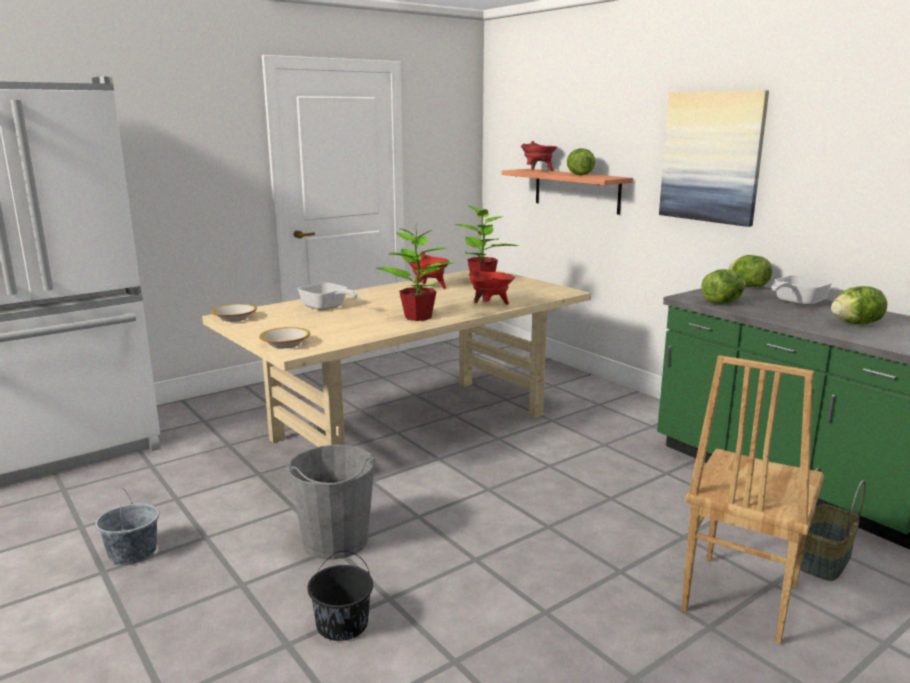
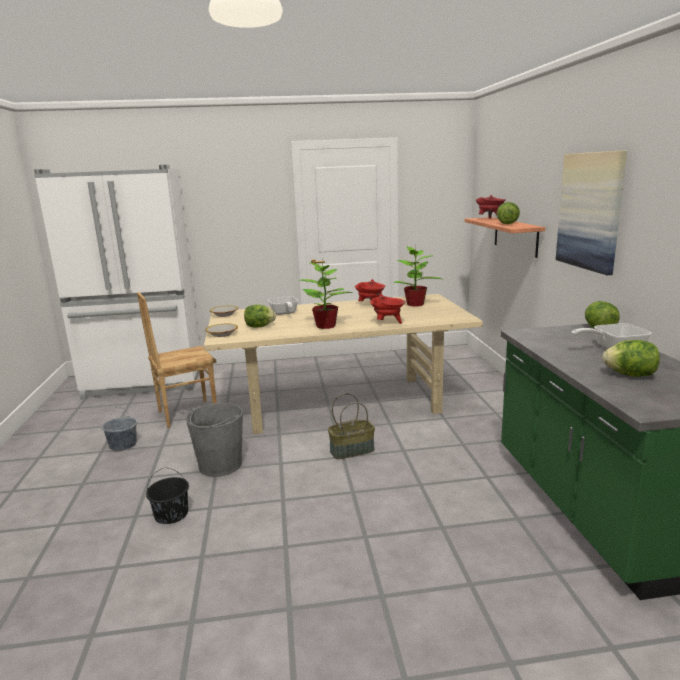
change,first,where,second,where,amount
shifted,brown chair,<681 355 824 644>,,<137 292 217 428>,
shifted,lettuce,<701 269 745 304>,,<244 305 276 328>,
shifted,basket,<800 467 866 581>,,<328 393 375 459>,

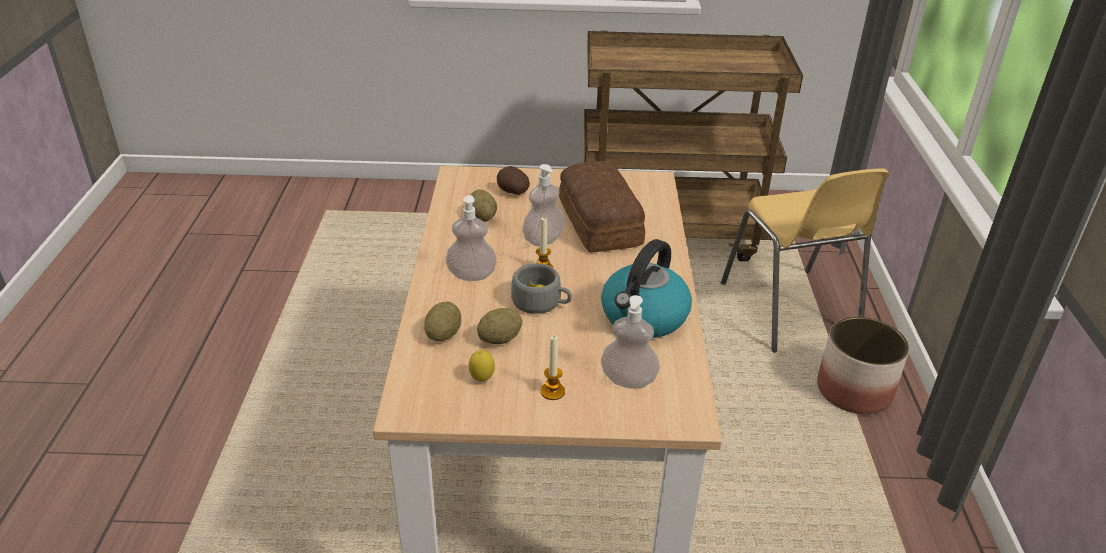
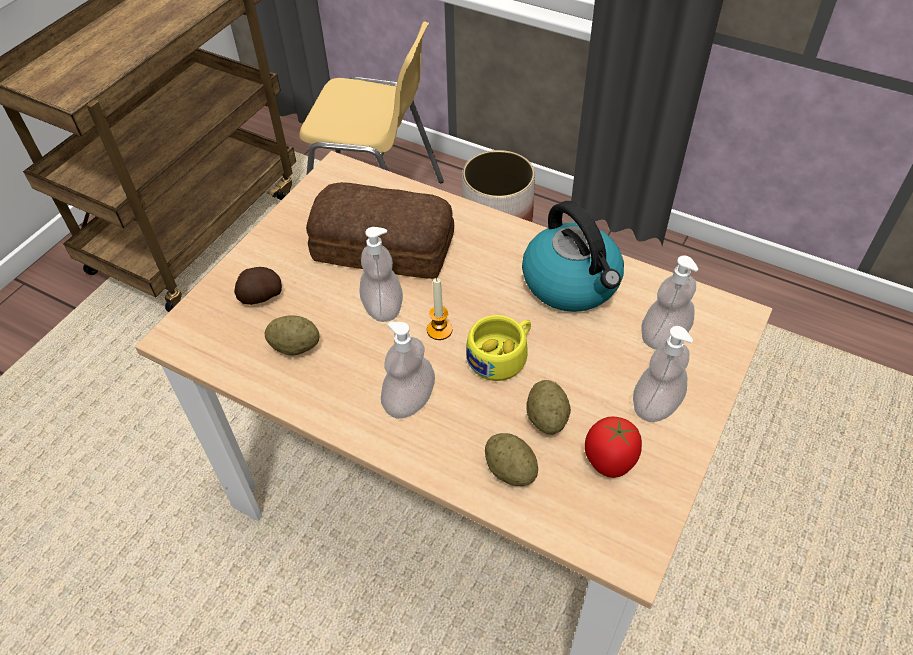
change,first,where,second,where,amount
swapped,lemon,<469 350 495 381>,tomato,<585 416 642 478>,
repainted,grey cup,<511 263 572 314>,yellow cup,<466 315 531 381>,
swapped,candle,<540 335 565 400>,soap dispenser,<633 326 693 422>,

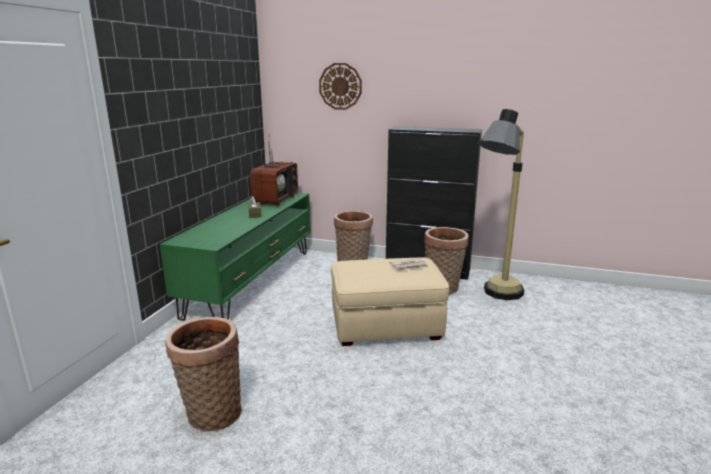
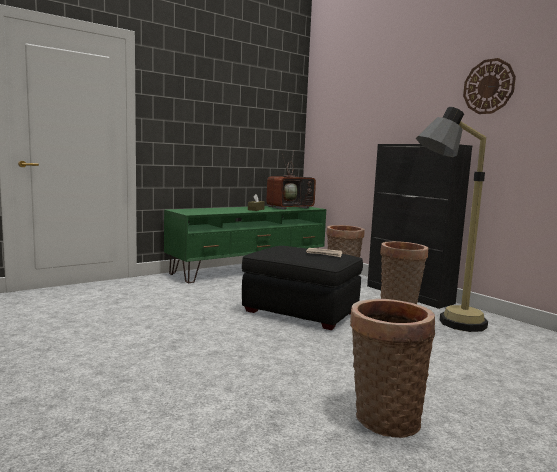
change,first,where,second,where,amount
shifted,basket,<165 317 242 431>,,<350 299 435 438>,
shifted,wall clock,<319 63 362 110>,,<463 58 516 114>,
repainted,beige ottoman,<331 258 449 346>,black ottoman,<242 246 363 330>,

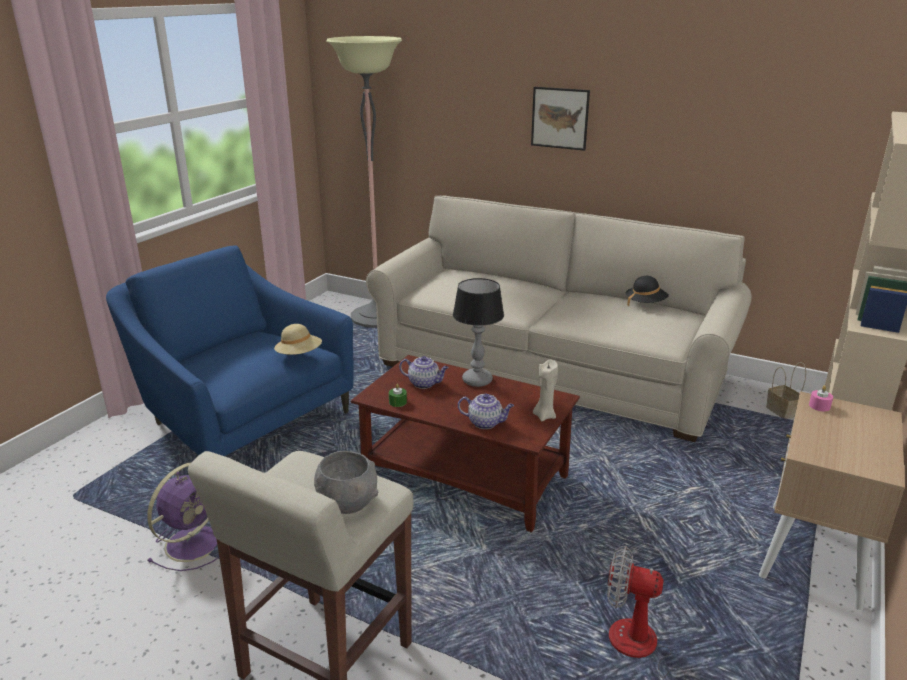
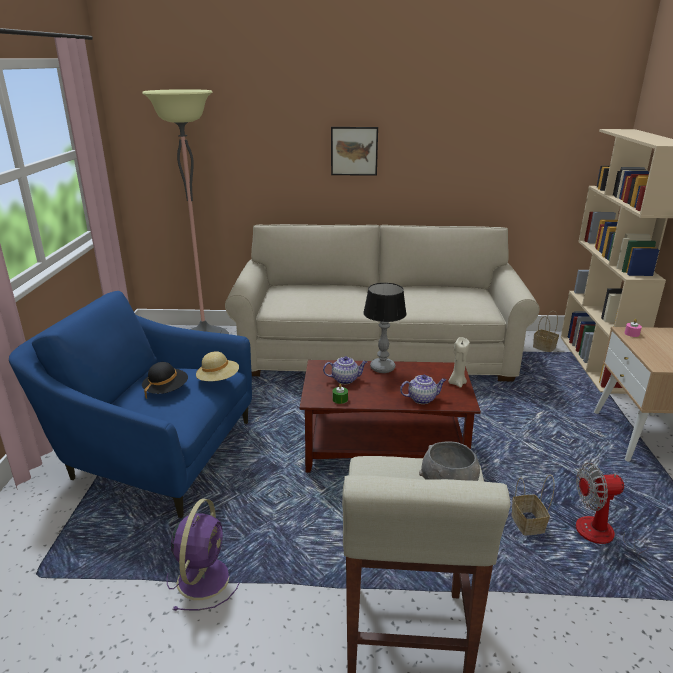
change,first,where,second,where,amount
shifted,black hat,<626 276 669 307>,,<142 362 188 399>,
new,,,basket,<511 474 555 535>,

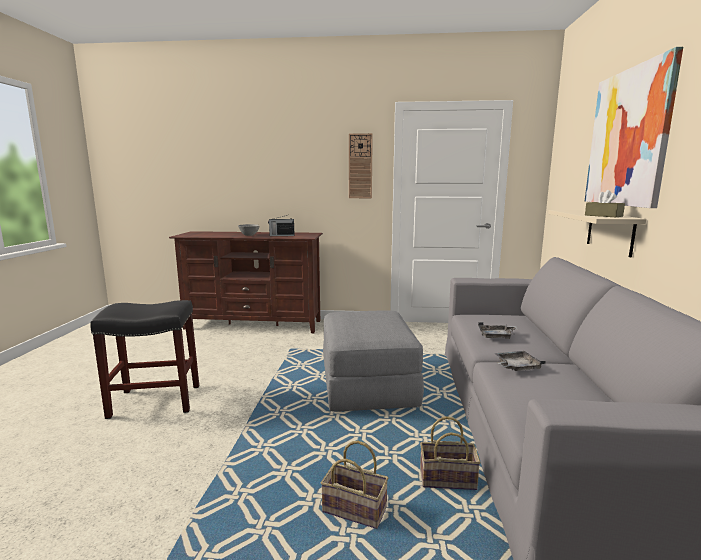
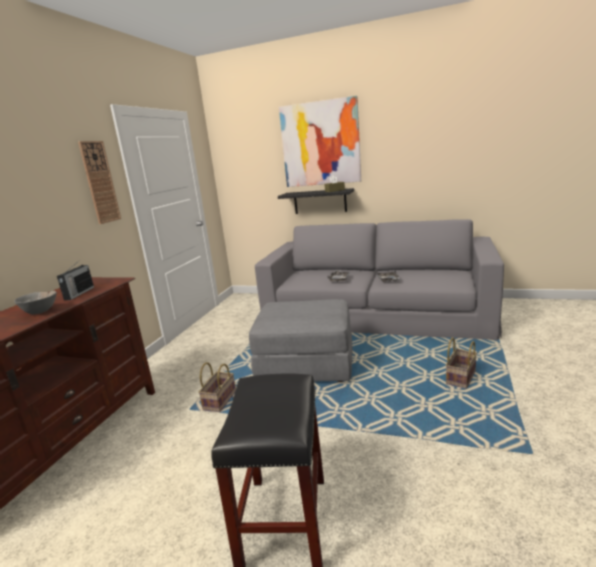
change,first,where,second,where,amount
shifted,basket,<420 416 481 490>,,<198 362 236 412>,
repainted,beige shelf,<548 210 647 258>,black shelf,<278 188 354 214>,

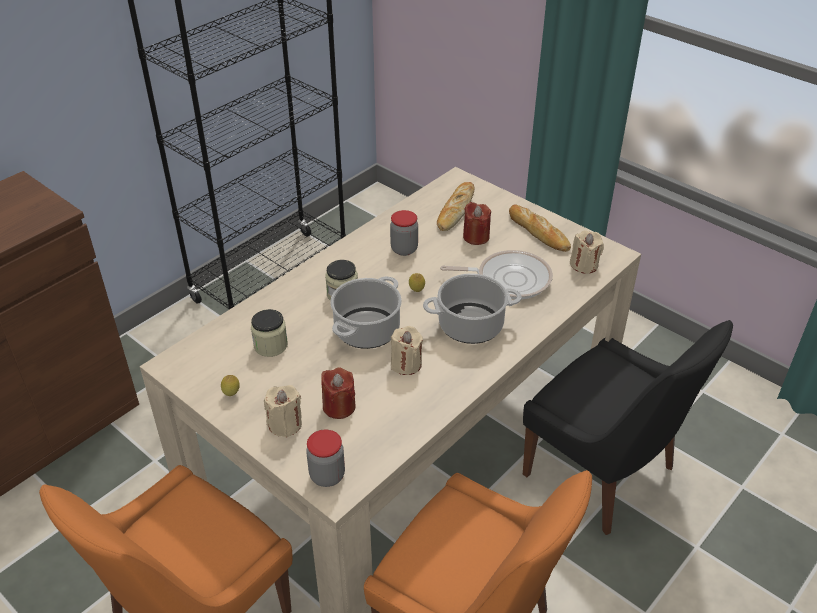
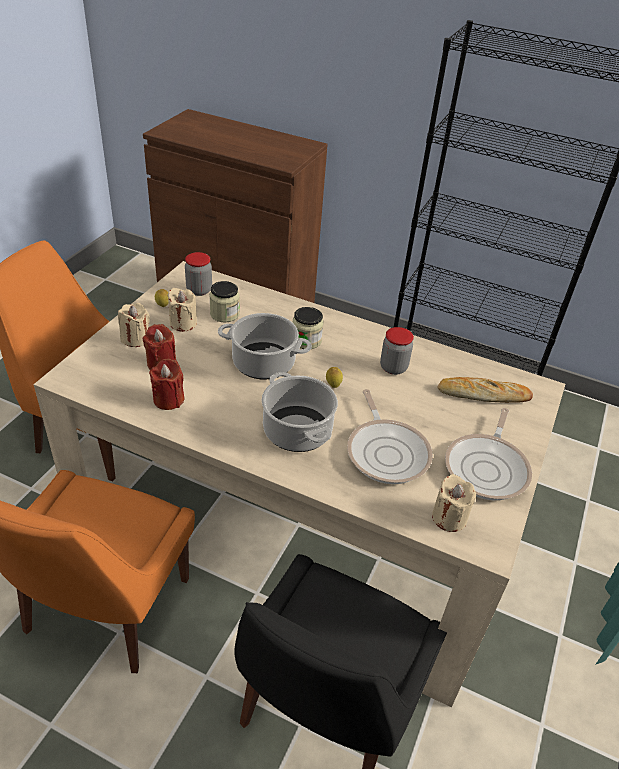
change,first,where,second,where,amount
shifted,jar,<306 429 345 487>,,<185 252 212 296>,
shifted,beige candle,<391 326 423 375>,,<167 288 197 332>,
shifted,red candle,<463 202 491 245>,,<149 359 185 410>,
swapped,bread,<509 204 571 252>,frying pan,<445 408 532 500>,

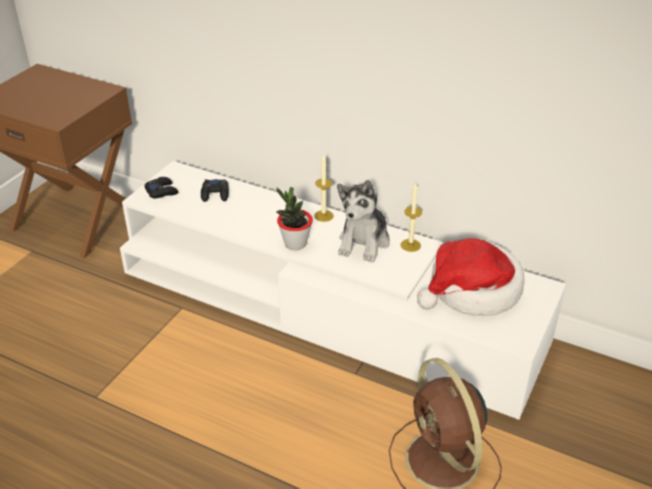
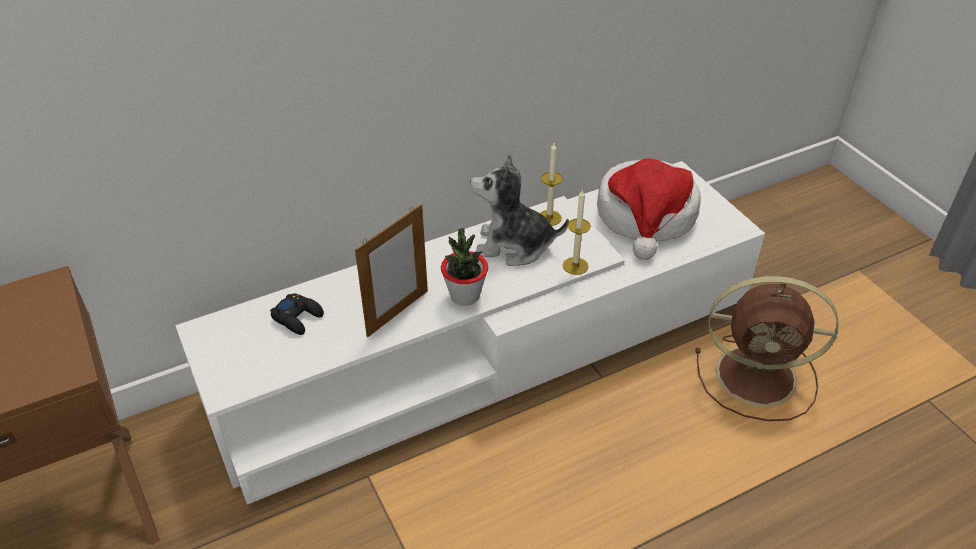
change,first,where,second,where,amount
gone,black game controller,<144 177 179 199>,,,
shifted,candle,<314 155 333 222>,,<563 189 591 275>,
rotated,plush toy,<337 180 390 262>,,<470 154 569 266>,135 degrees clockwise
new,,,picture frame,<355 204 428 337>,

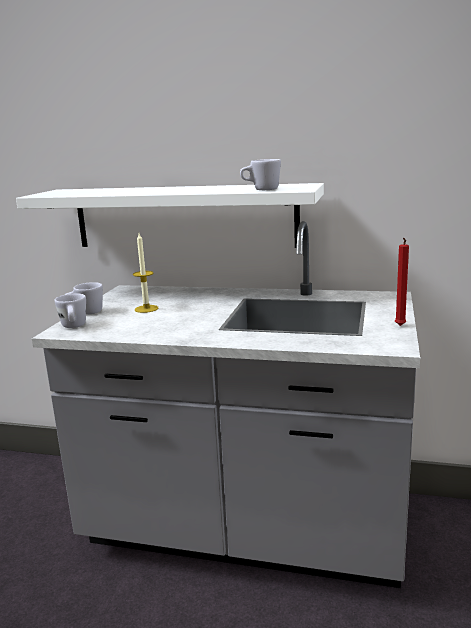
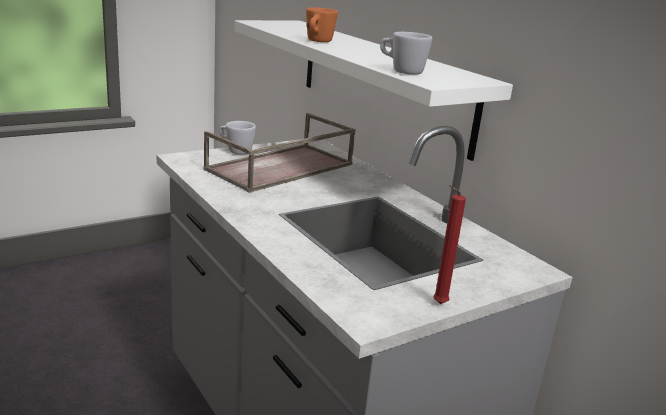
change,first,where,second,where,amount
gone,white mug,<54 293 86 328>,,,
swapped,candle,<133 233 159 313>,brown tray,<204 113 356 193>,
new,,,orange mug,<306 7 338 42>,

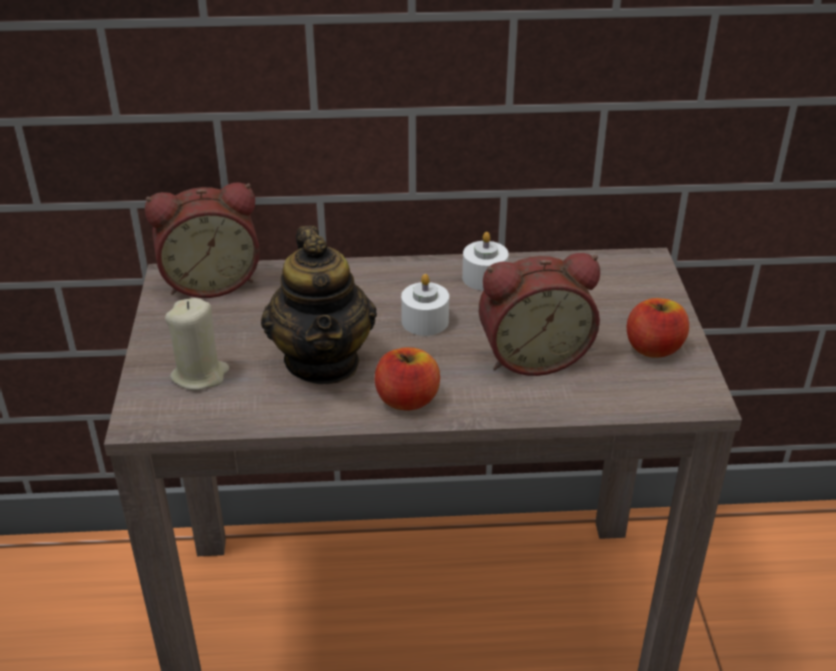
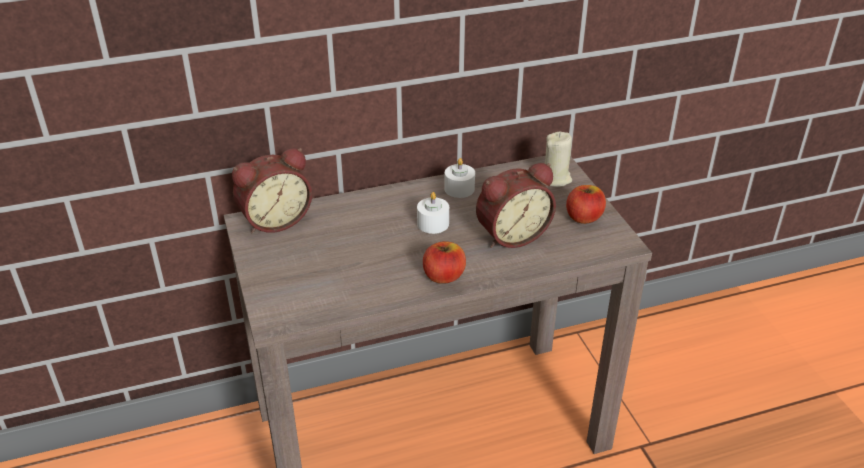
change,first,where,second,where,amount
shifted,beige candle,<165 298 229 390>,,<545 132 572 187>,
gone,teapot,<261 226 377 384>,,,

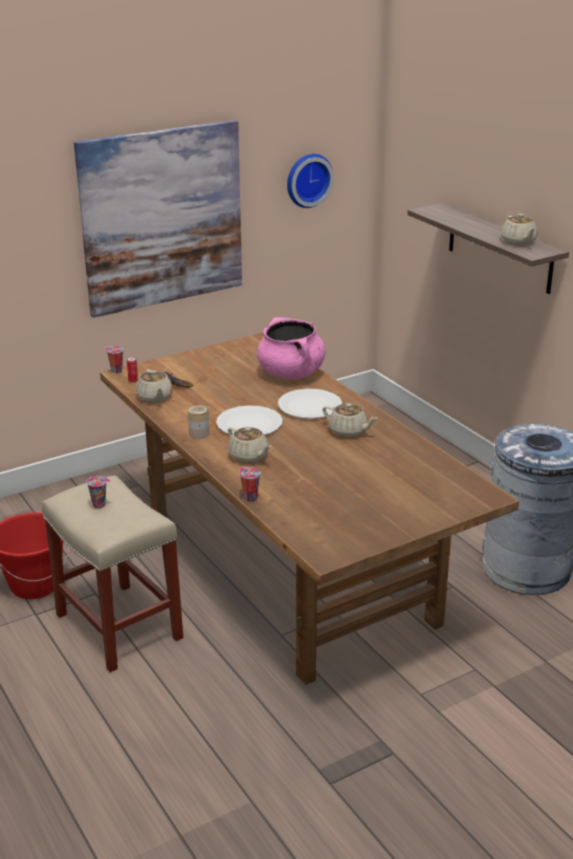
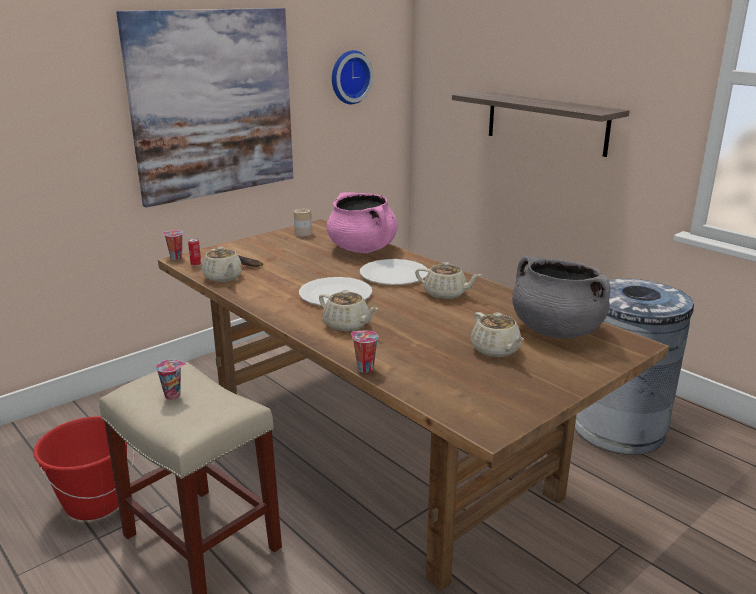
change,first,where,second,where,amount
shifted,can,<188 405 209 439>,,<294 209 312 237>,
shifted,beige teapot,<501 214 538 245>,,<471 312 524 358>,
new,,,grey cooking pot,<512 256 610 338>,

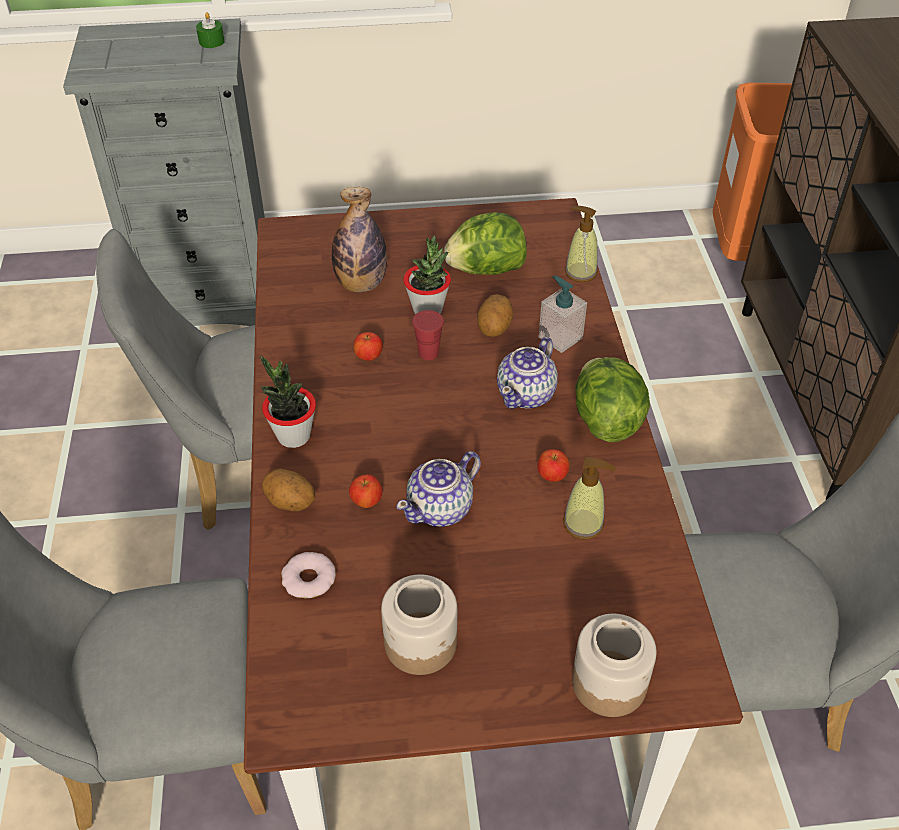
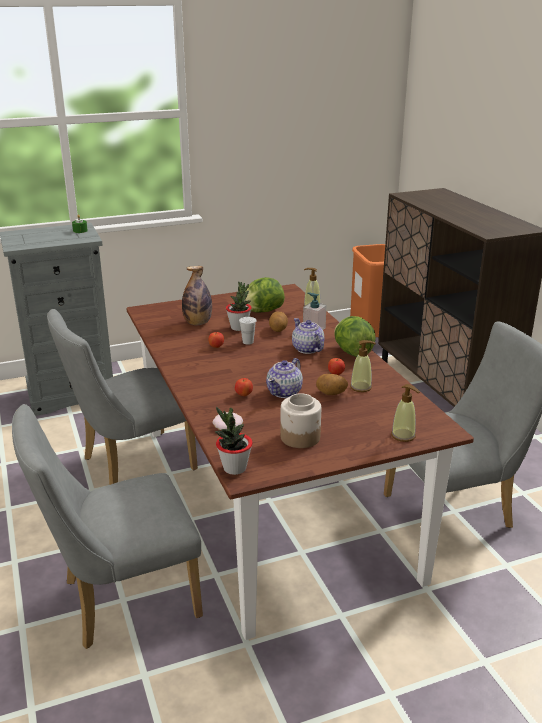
change,first,where,second,where,amount
shifted,potted plant,<260 355 316 448>,,<215 407 253 475>,
shifted,potato,<262 469 315 511>,,<316 374 348 395>,
repainted,red cup,<412 310 444 360>,white cup,<239 317 256 345>,
rotated,teapot,<497 337 558 409>,,<292 318 324 354>,135 degrees clockwise
swapped,jar,<572 614 657 717>,soap dispenser,<391 384 420 442>,

